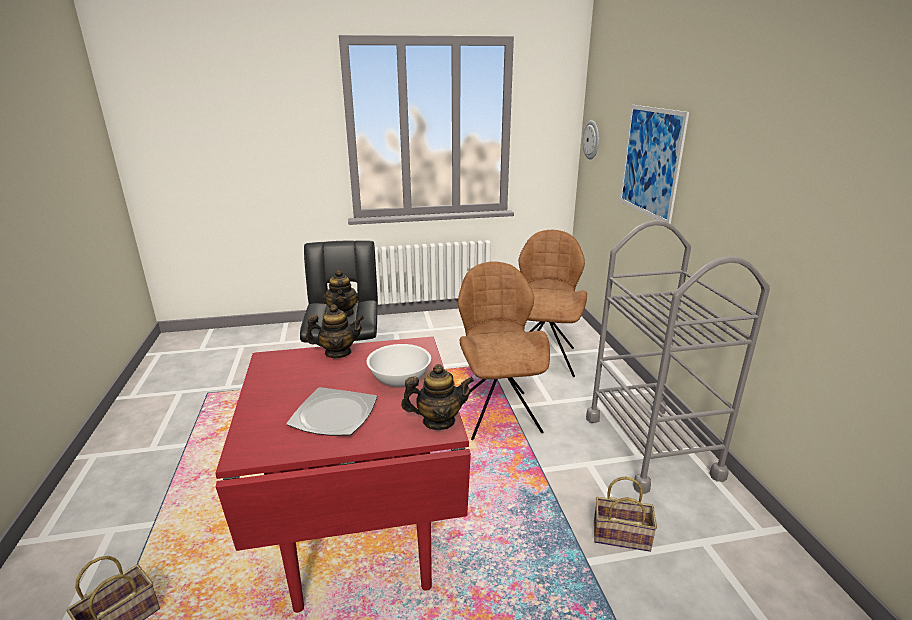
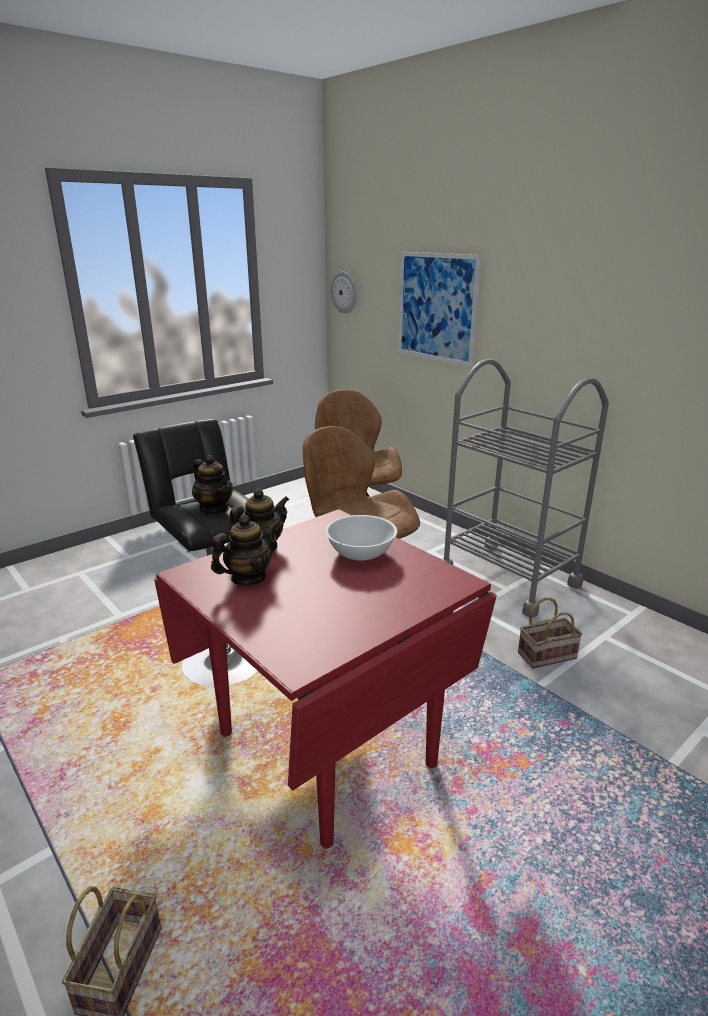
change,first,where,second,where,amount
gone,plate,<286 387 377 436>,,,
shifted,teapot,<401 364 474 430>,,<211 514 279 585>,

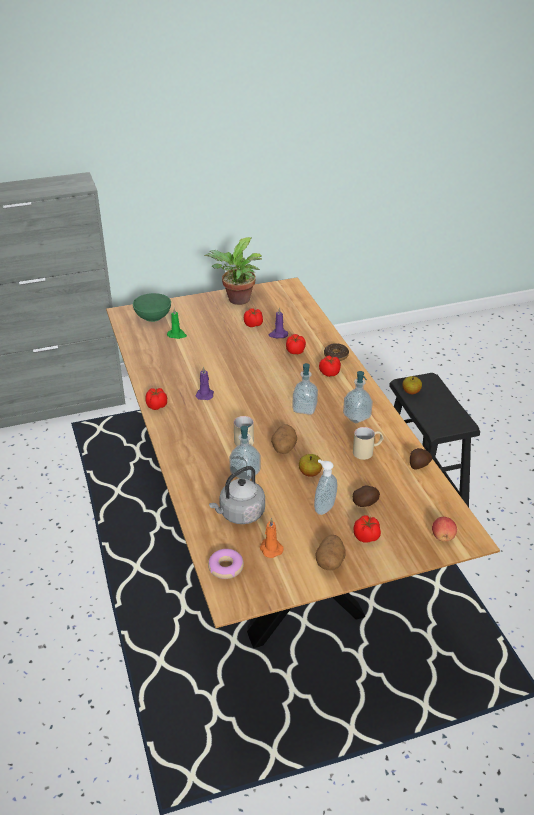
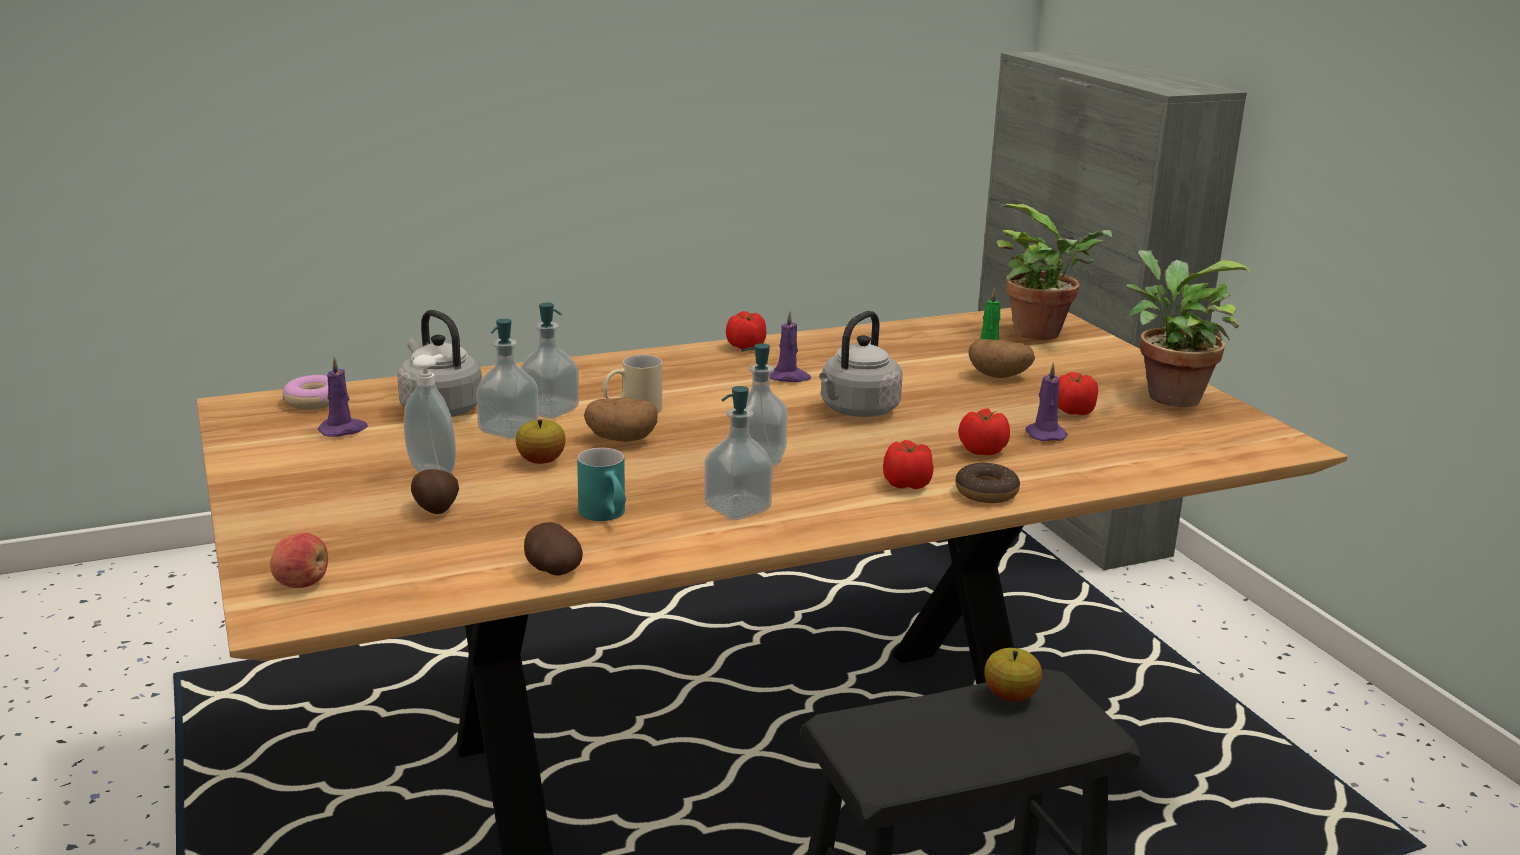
change,first,where,second,where,amount
swapped,green bowl,<133 293 171 322>,potted plant,<997 204 1112 340>,
repainted,orange candle,<260 518 284 558>,purple candle,<318 356 368 437>,
shifted,potato,<315 535 346 570>,,<969 339 1035 378>,
repainted,beige mug,<353 427 383 460>,turquoise mug,<577 448 626 521>,
gone,tomato,<353 515 381 543>,,,
new,,,soap dispenser,<476 319 539 439>,
new,,,grey kettle,<819 311 903 417>,

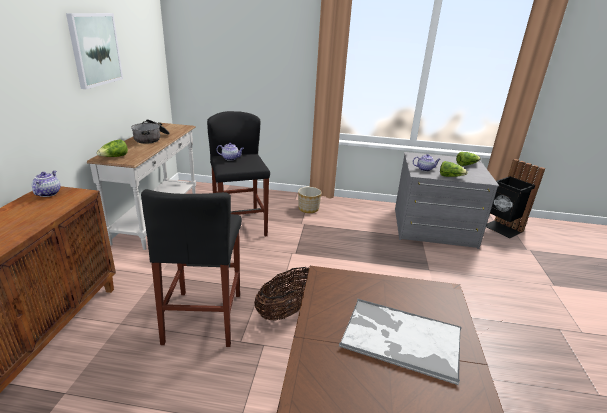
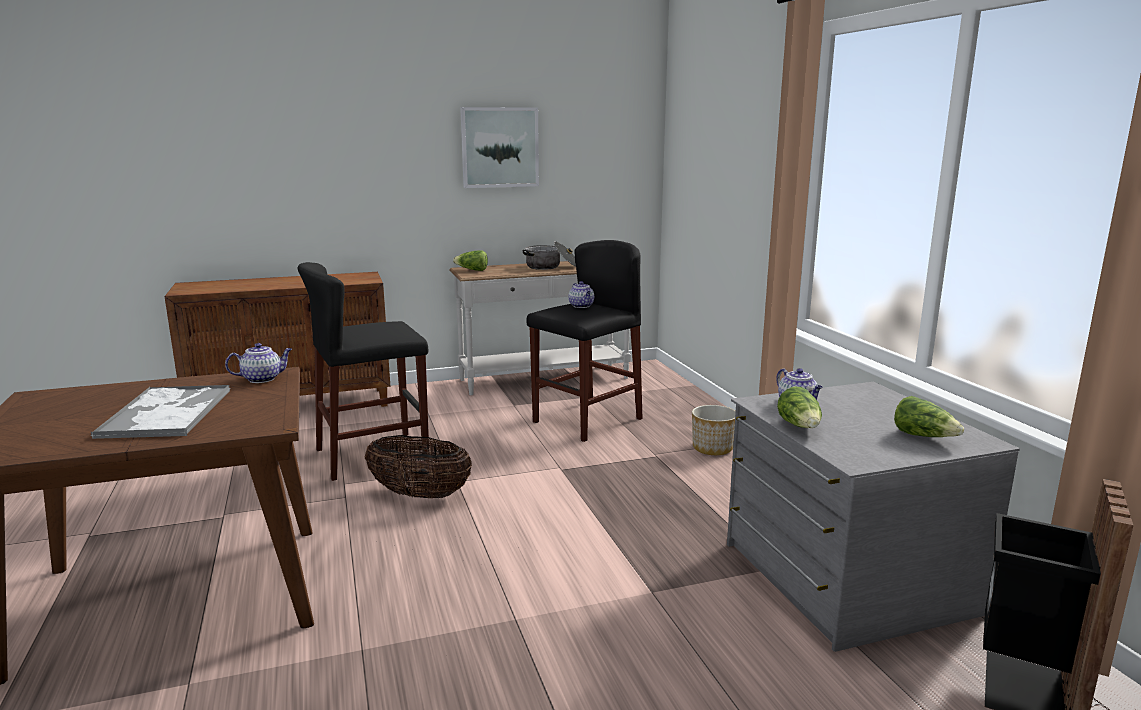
change,first,where,second,where,amount
shifted,teapot,<32 171 60 197>,,<225 343 292 383>,

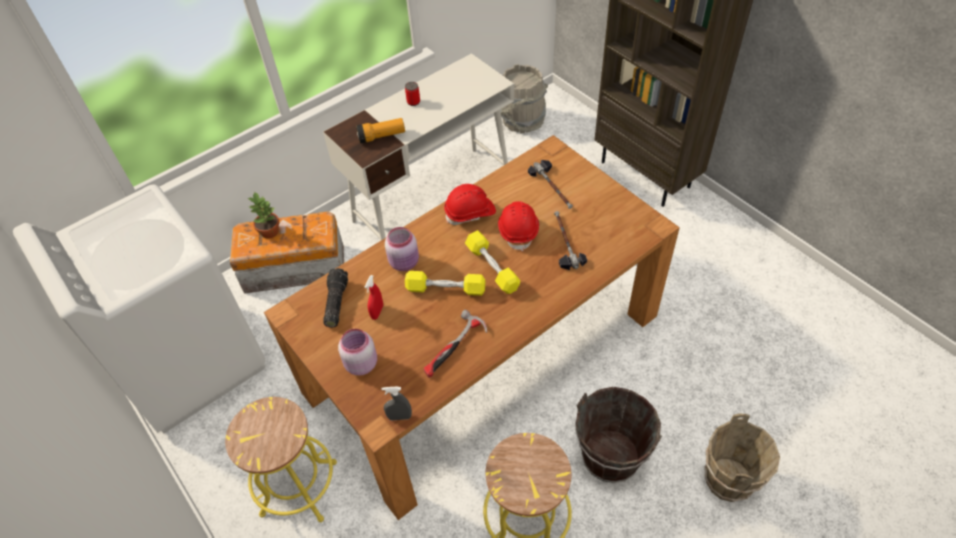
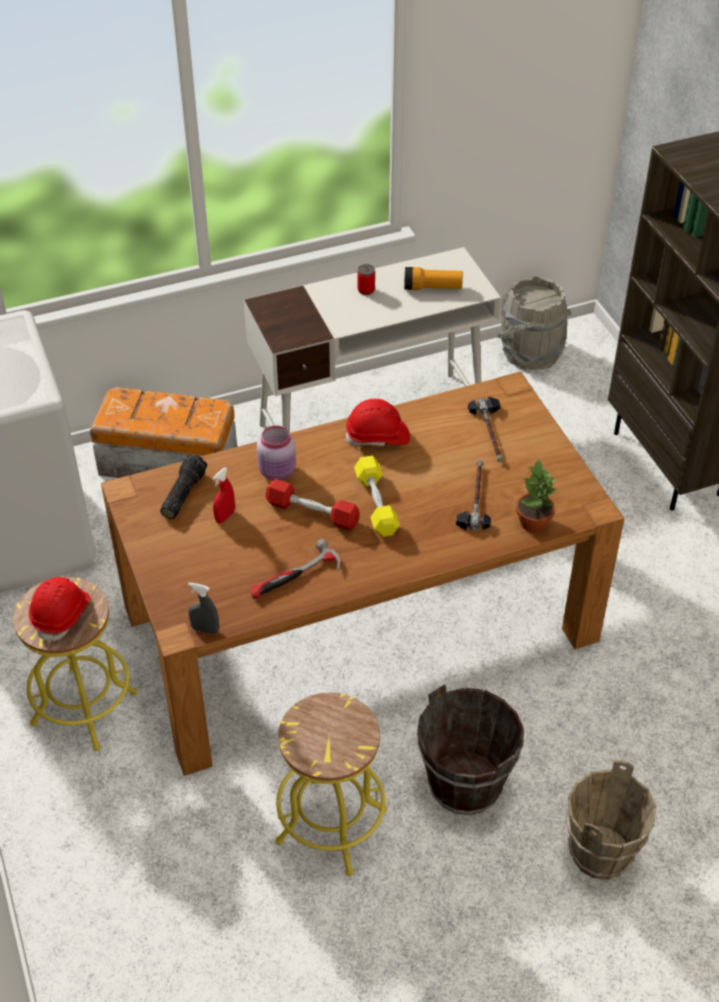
change,first,where,second,where,amount
shifted,potted plant,<249 192 279 239>,,<516 459 556 532>,
gone,pink jar,<338 329 377 376>,,,
shifted,flashlight,<356 118 405 144>,,<404 267 463 290>,
repainted,yellow dumbbell,<405 271 485 296>,red dumbbell,<265 479 360 531>,
shifted,red hard hat,<498 201 539 251>,,<29 577 90 643>,

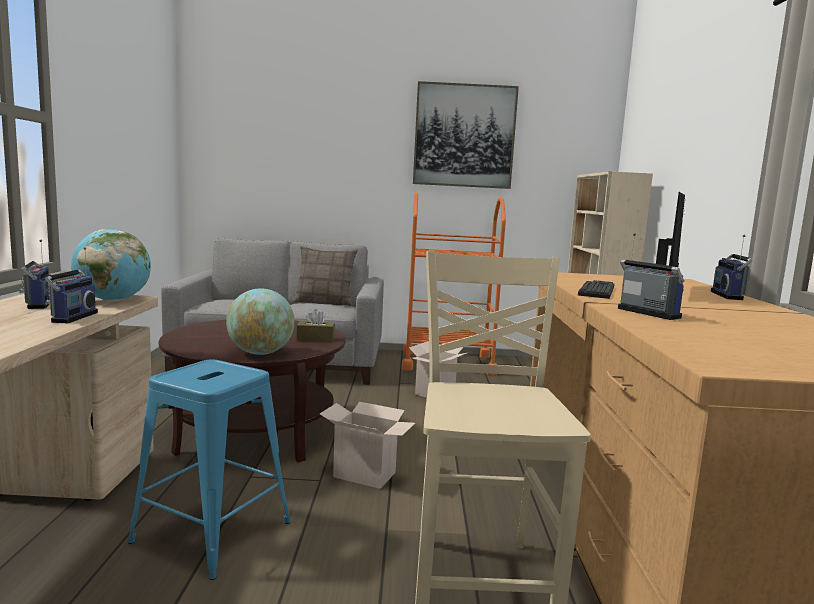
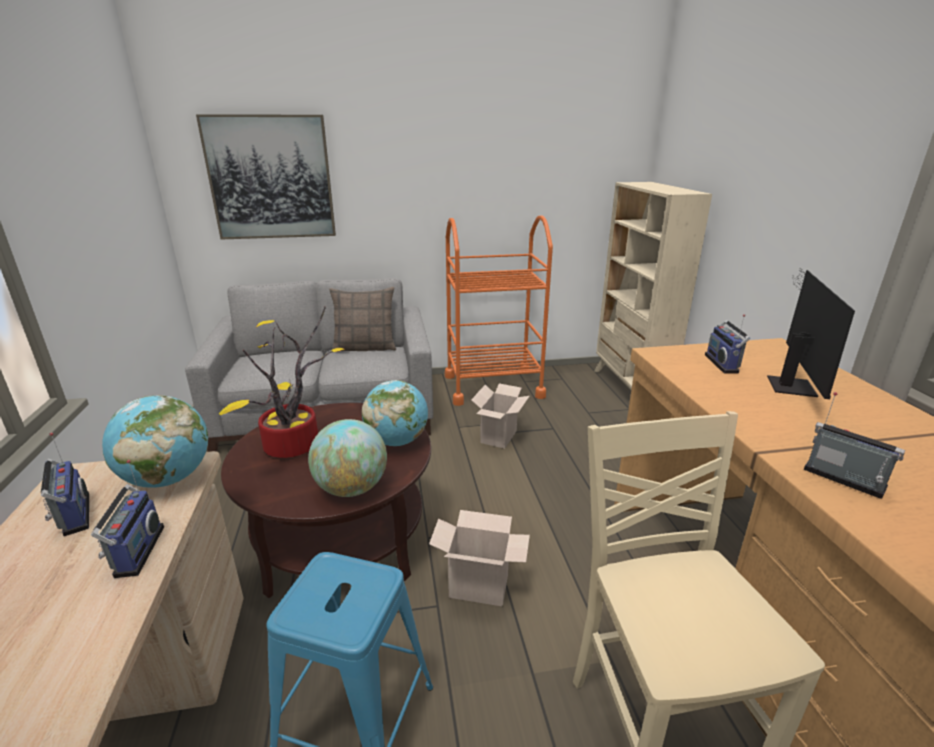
change,first,where,second,where,amount
swapped,brown tissue box,<296 309 335 342>,globe,<362 380 428 446>,
shifted,picture,<413 81 519 189>,,<196 114 336 239>,
gone,keyboard,<578 280 614 299>,,,
shifted,radio,<711 235 753 300>,,<705 314 750 374>,
new,,,potted plant,<219 306 344 458>,

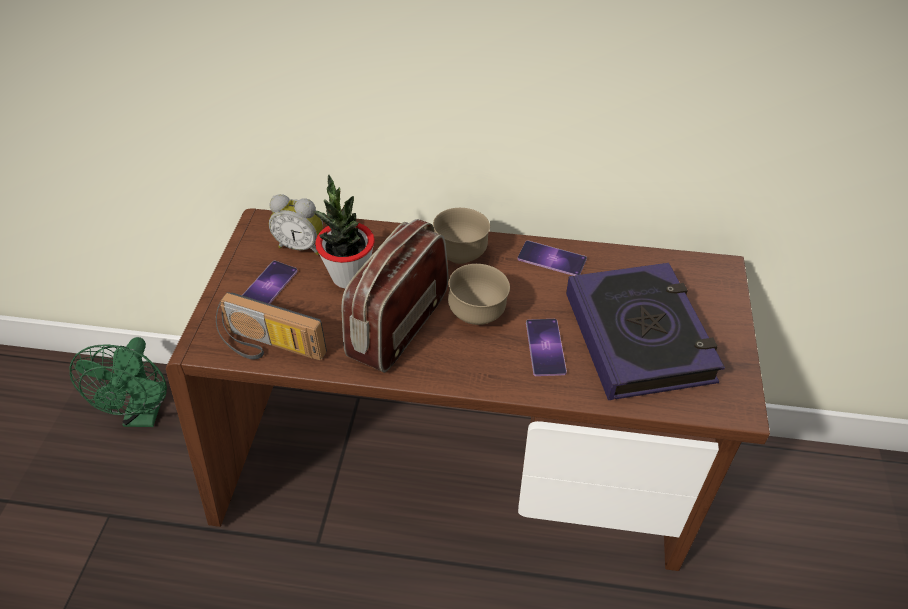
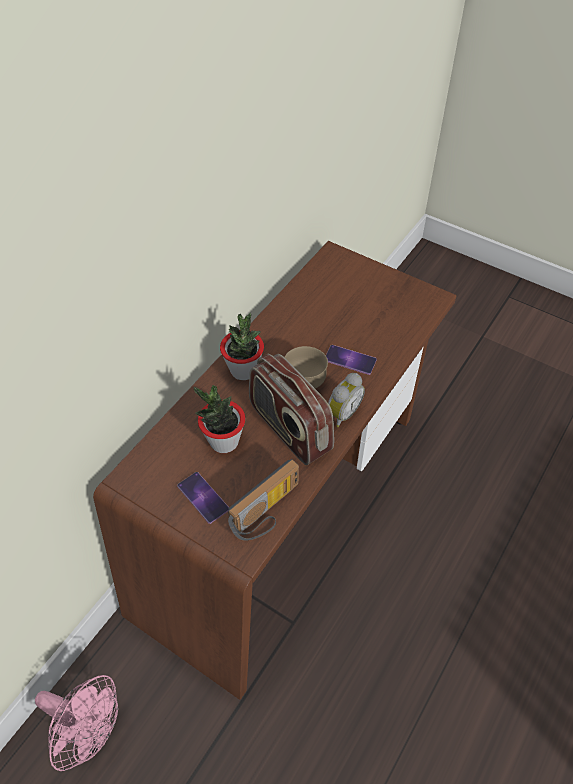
change,first,where,second,where,amount
repainted,green fan,<70 337 167 427>,pink fan,<35 675 118 771>,
shifted,alarm clock,<269 194 323 255>,,<328 373 365 427>,
swapped,brown bowl,<433 208 490 264>,potted plant,<220 313 264 380>,
gone,phone,<517 241 587 276>,,,
gone,book,<566 263 725 400>,,,

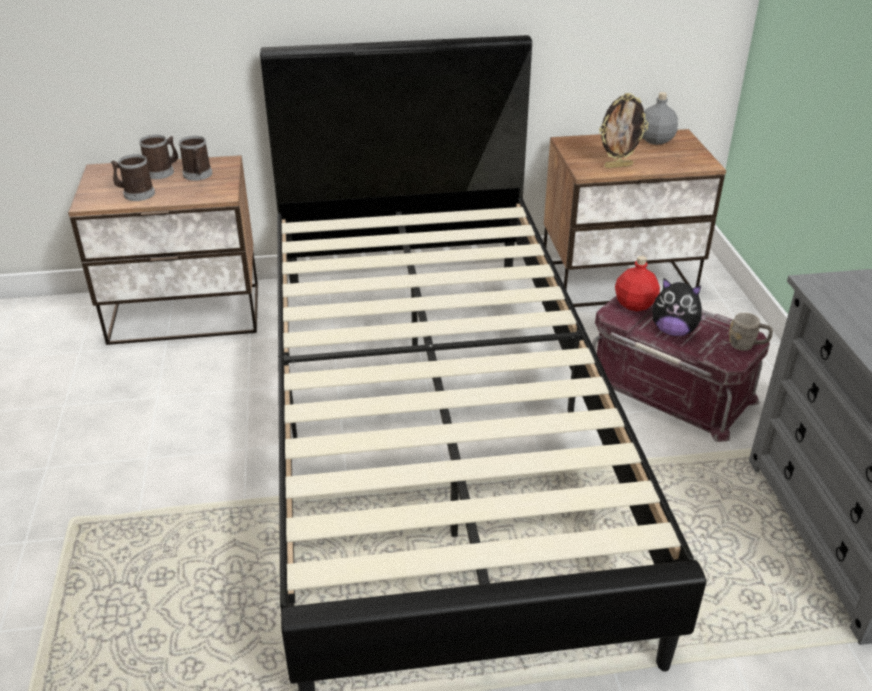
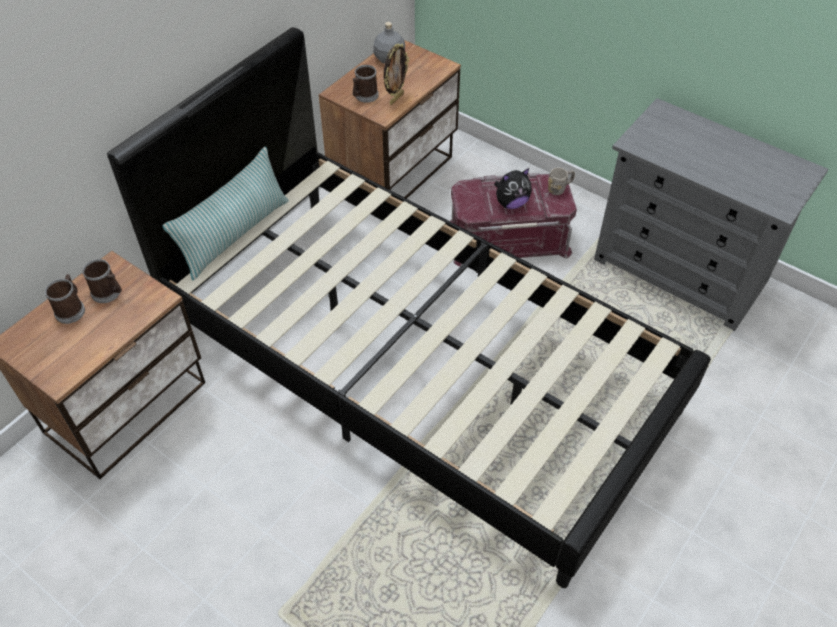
change,first,where,second,where,amount
shifted,mug,<111 154 155 201>,,<353 65 379 103>,
gone,red bottle,<615 256 660 311>,,,
new,,,pillow,<162 147 289 280>,

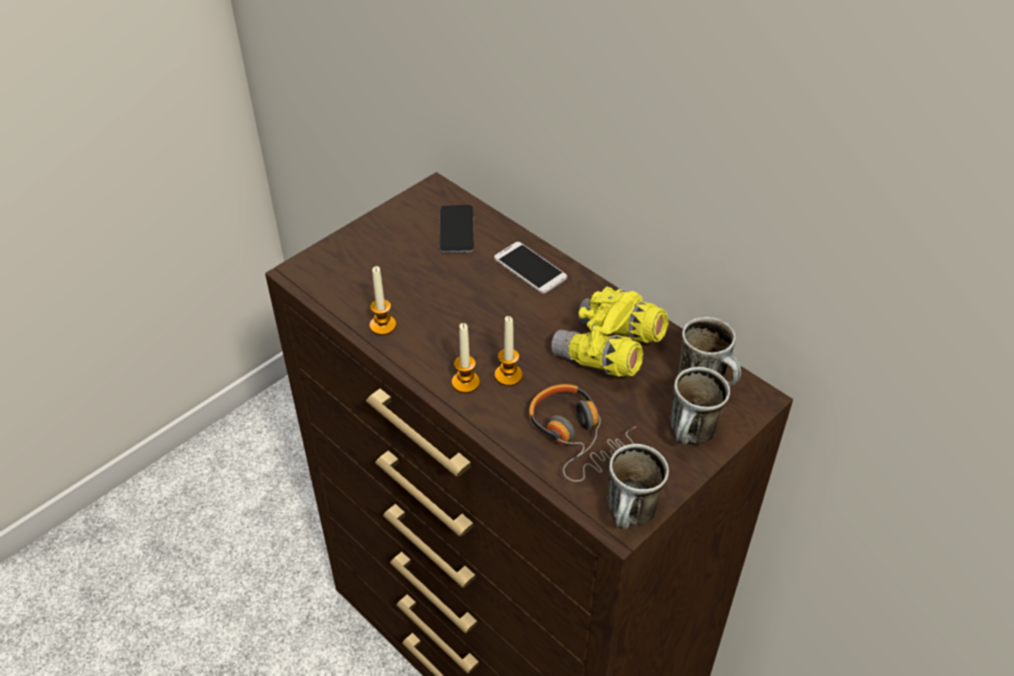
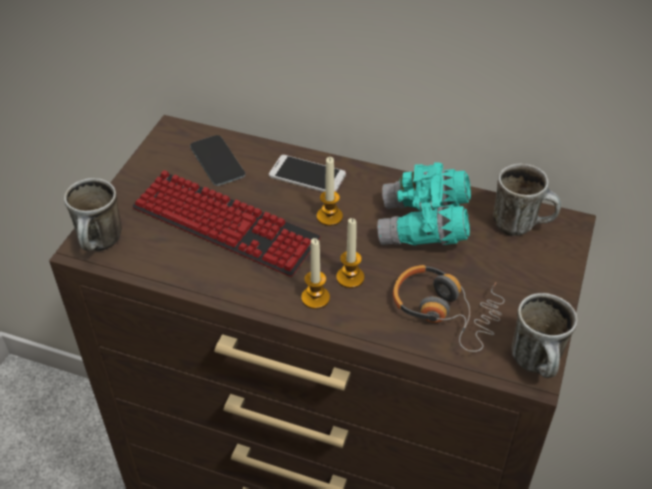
change,first,where,second,where,amount
shifted,candle,<369 266 396 335>,,<317 157 343 226>,
repainted,yellow binoculars,<551 286 669 376>,turquoise binoculars,<377 162 471 246>,
shifted,mug,<670 367 730 445>,,<64 178 122 251>,
new,,,keyboard,<132 170 320 277>,

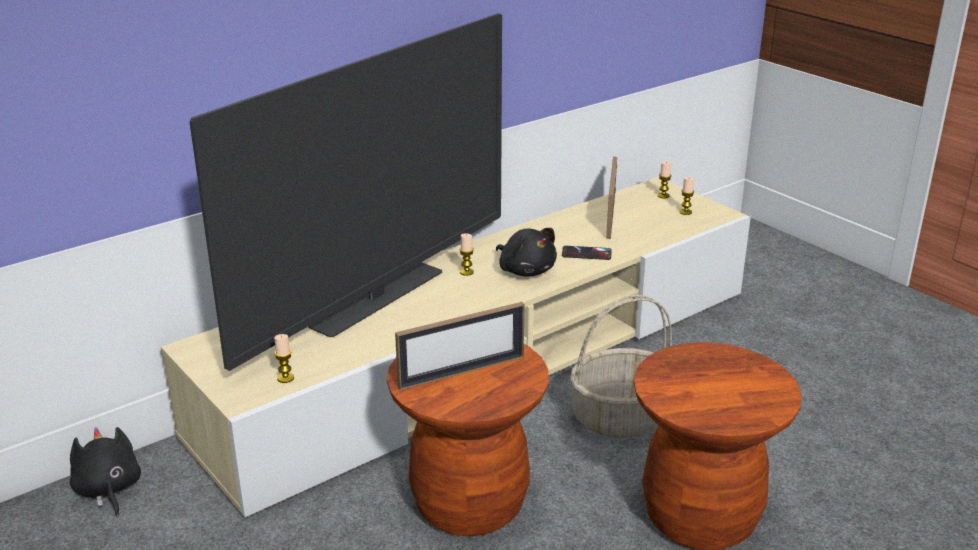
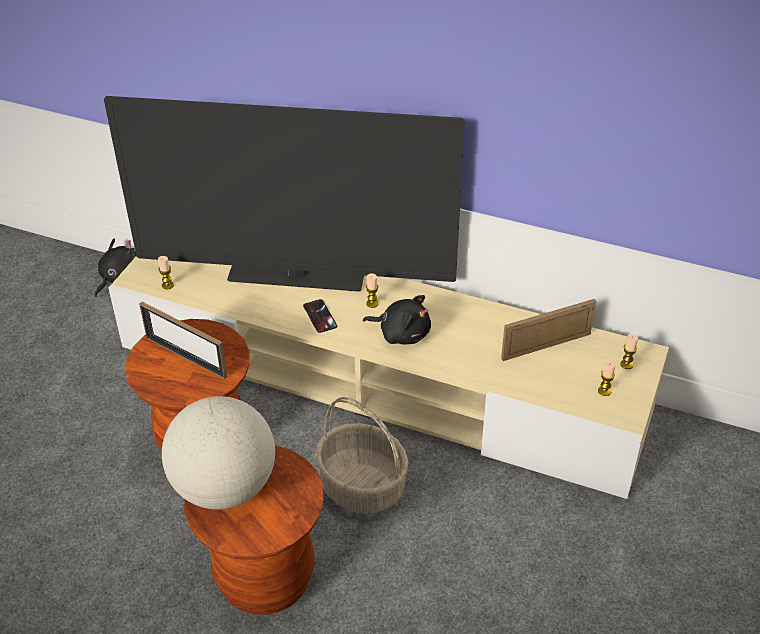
change,first,where,second,where,amount
rotated,black plush toy,<496 228 557 276>,,<363 295 431 345>,90 degrees counterclockwise
shifted,phone,<562 246 612 260>,,<303 299 337 333>,
new,,,globe,<162 396 275 509>,

